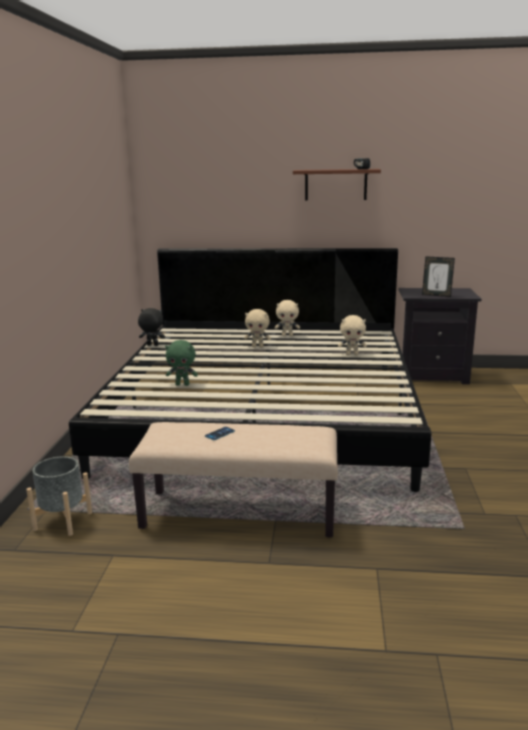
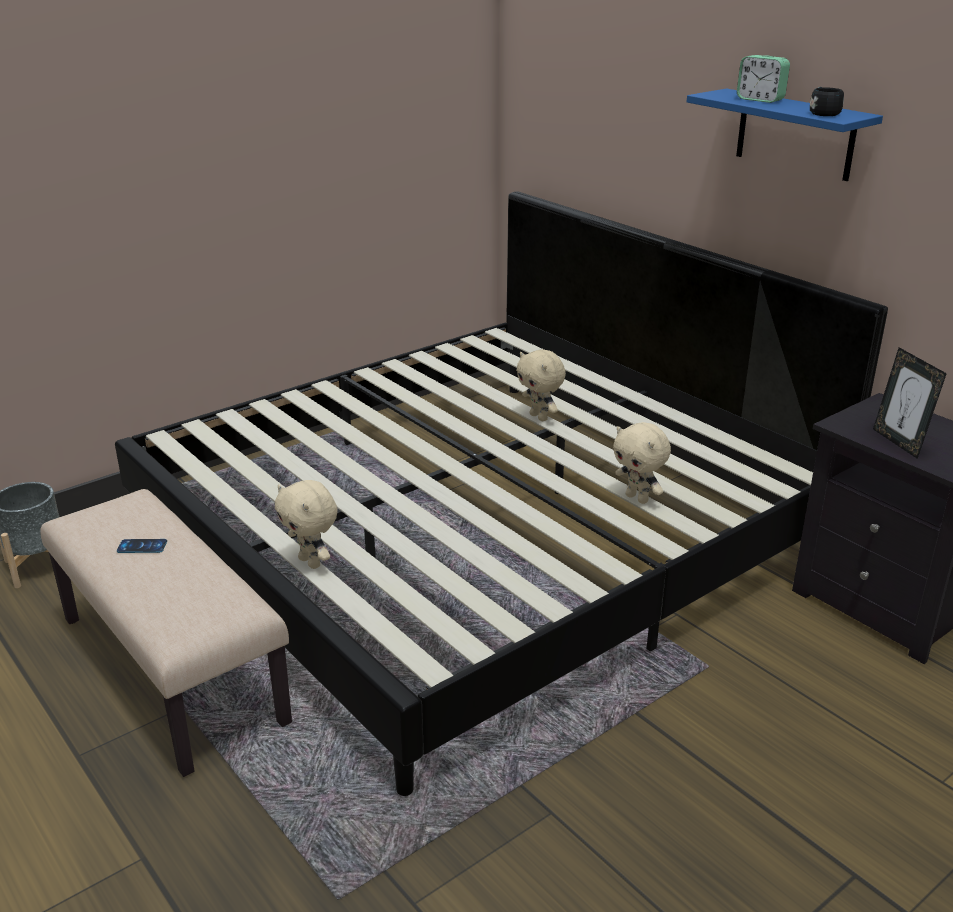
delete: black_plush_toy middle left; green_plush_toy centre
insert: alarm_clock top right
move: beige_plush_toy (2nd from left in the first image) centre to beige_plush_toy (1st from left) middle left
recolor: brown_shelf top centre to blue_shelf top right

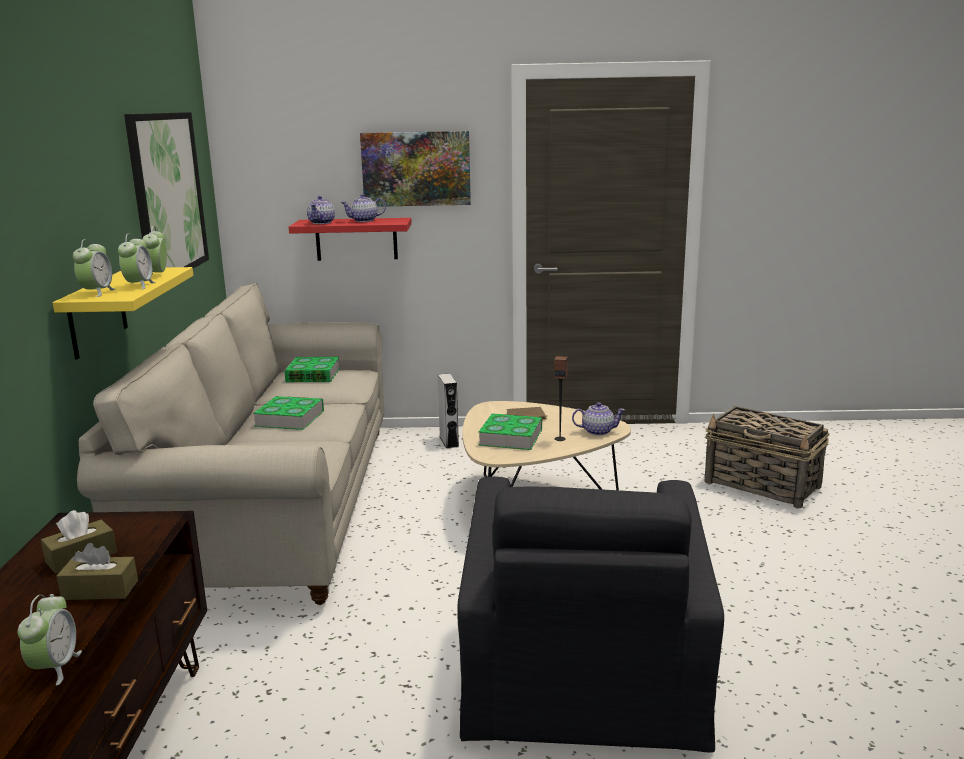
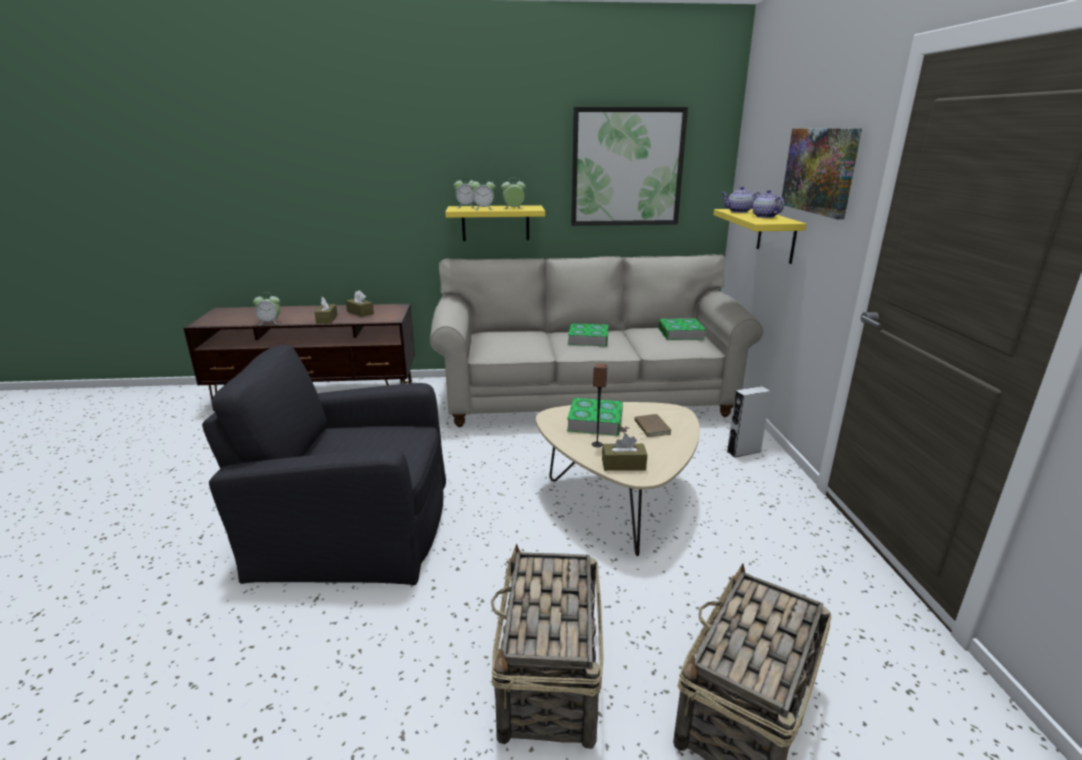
insert: basket (1st from left) bottom centre
replace: teapot (3rd from left) centre to brown_tissue_box (3rd from left) centre
recolor: red_shelf top centre to yellow_shelf (2nd from left) top right

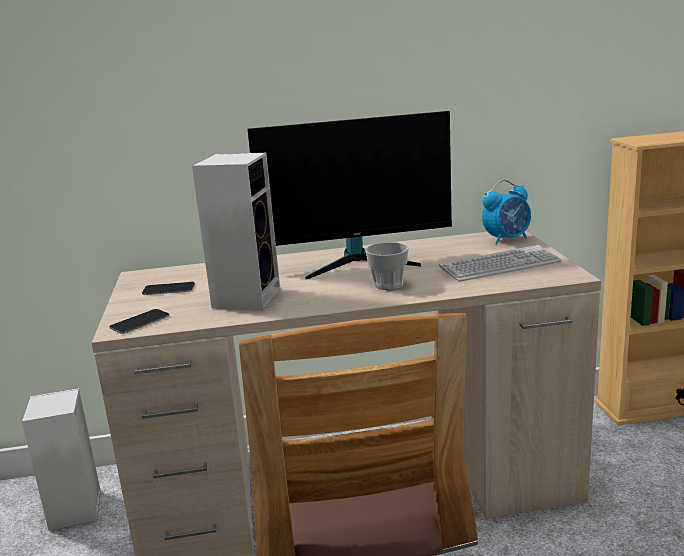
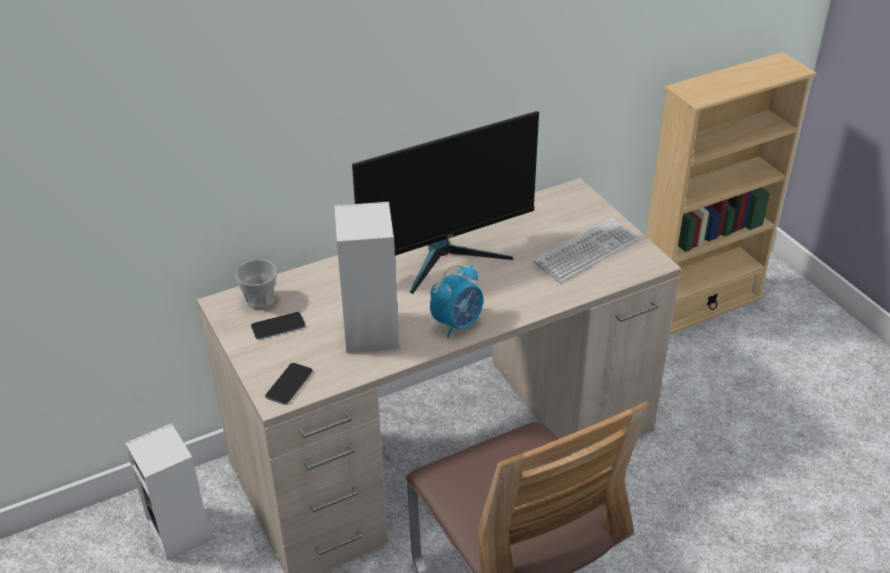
move: cup centre to middle left; alarm_clock middle right to centre

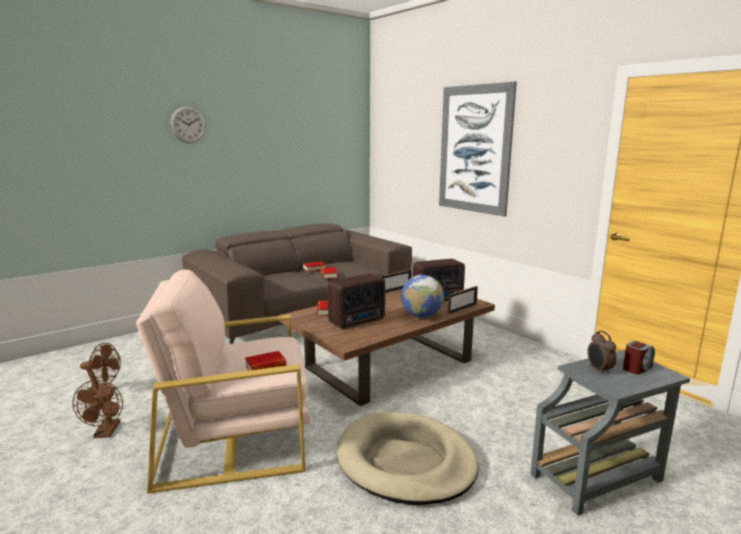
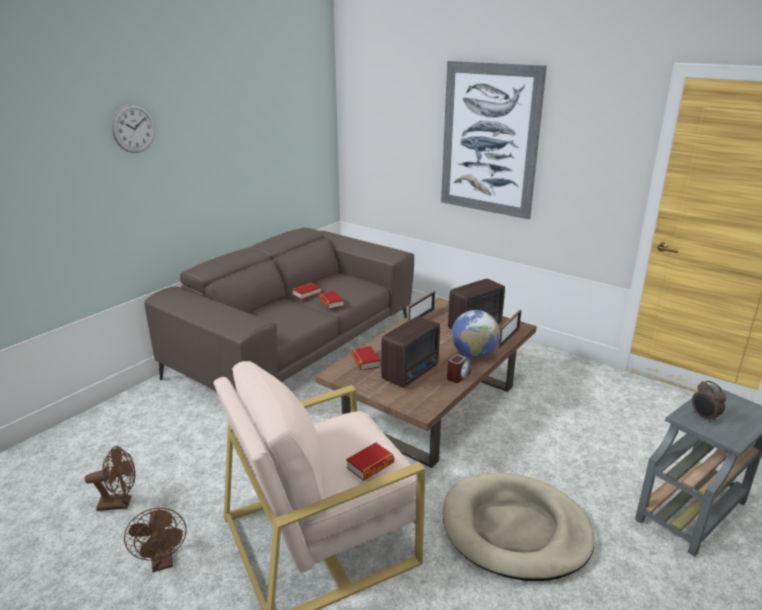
move: alarm_clock (2nd from left in the first image) bottom right to alarm_clock (1st from left) centre

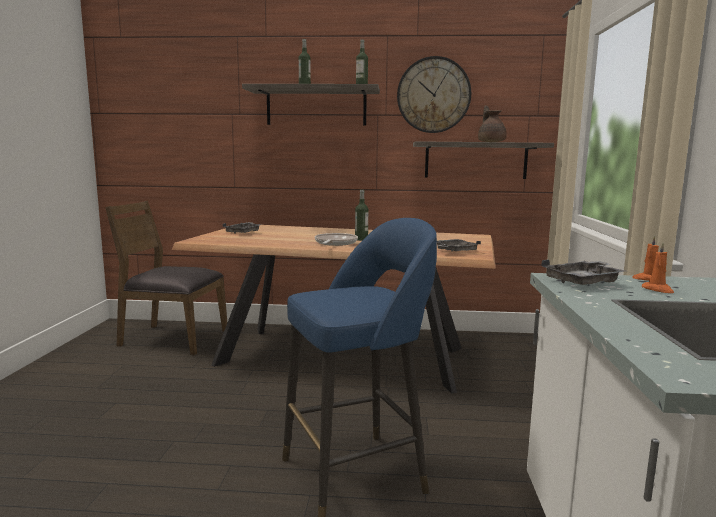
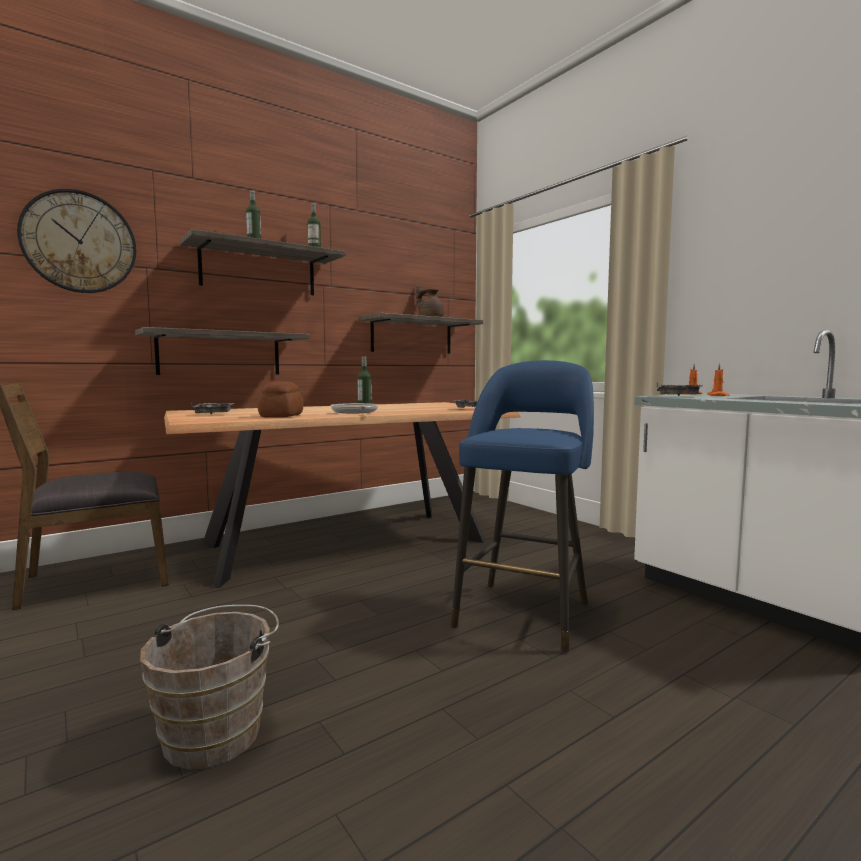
insert: shelf (1st from left) middle left; brown_bucket bottom left; bread middle left
move: wall_clock top centre to top left

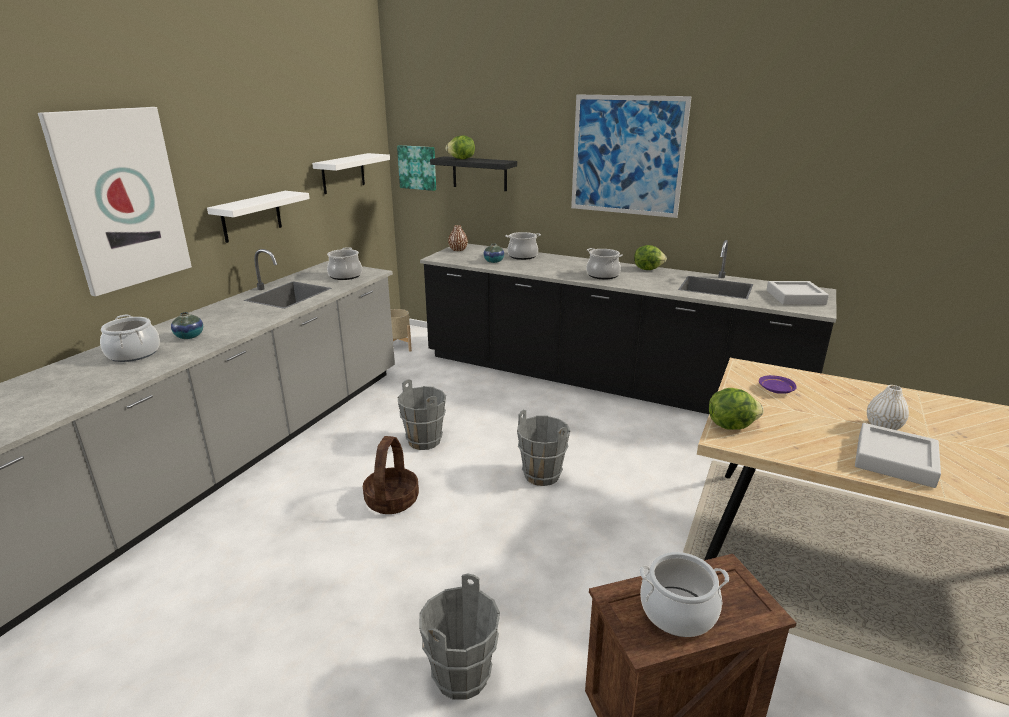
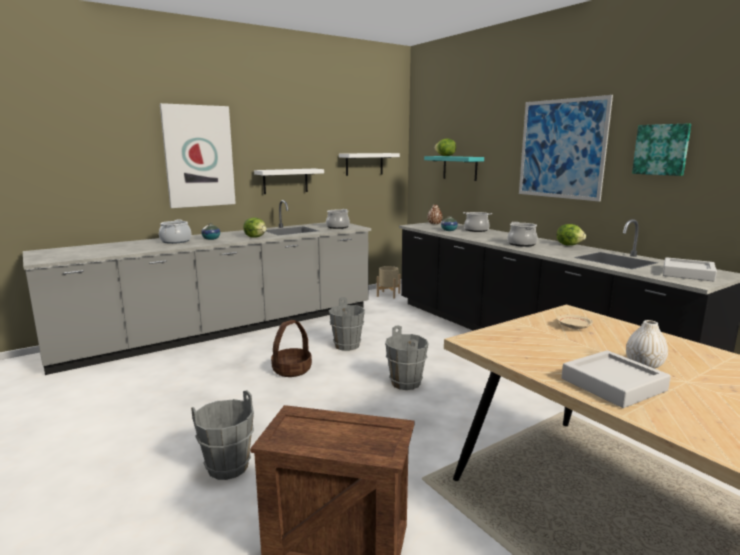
delete: cooking_pot (5th from left) bottom right
move: lettuce (3rd from left in the first image) middle right to lettuce (1st from left) centre; picture (2nd from left in the first image) top centre to picture (3rd from left) top right
recolor: black_shelf top centre to turquoise_shelf top centre; purple_plate middle right to beige_plate middle right

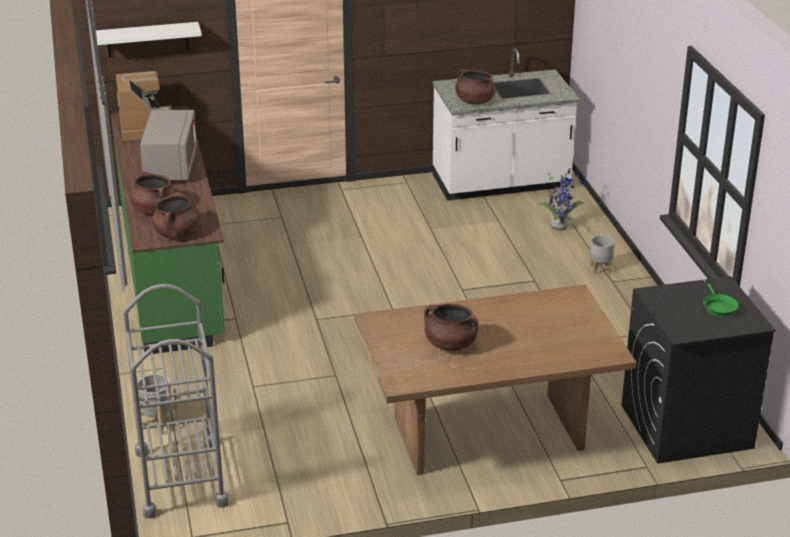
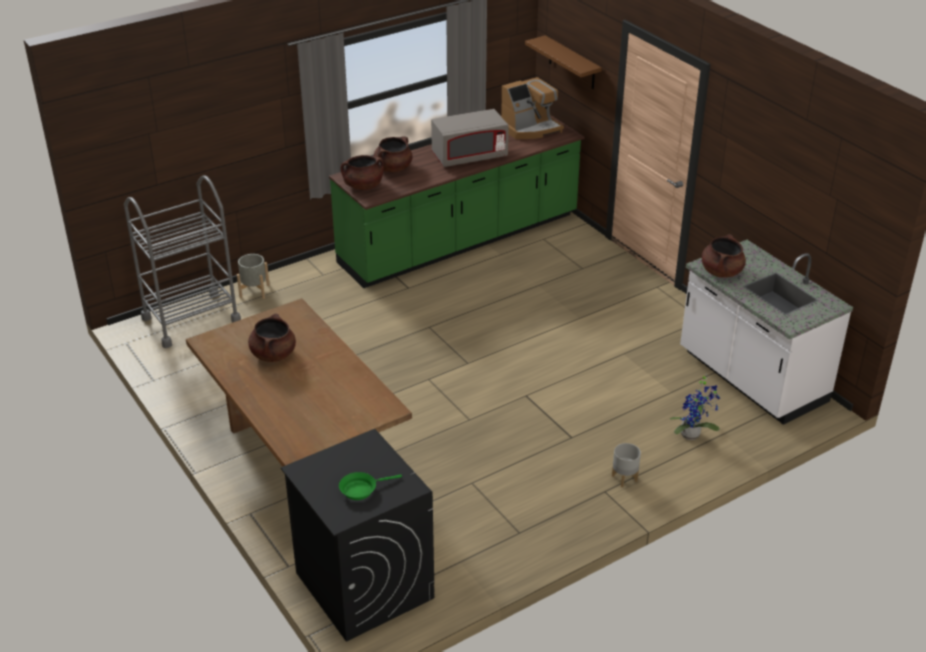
recolor: white_shelf top left to brown_shelf top centre

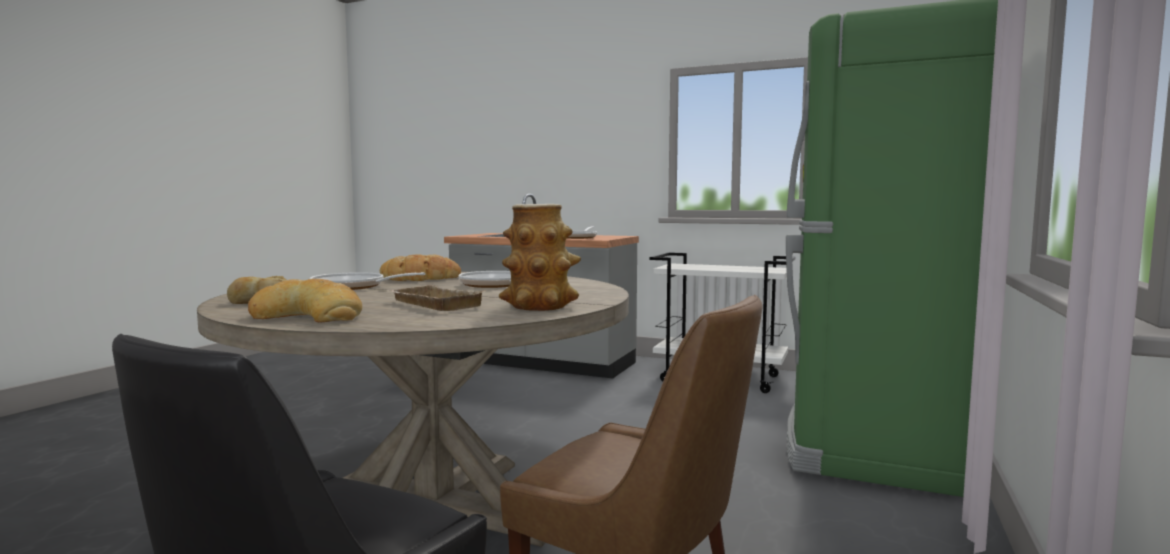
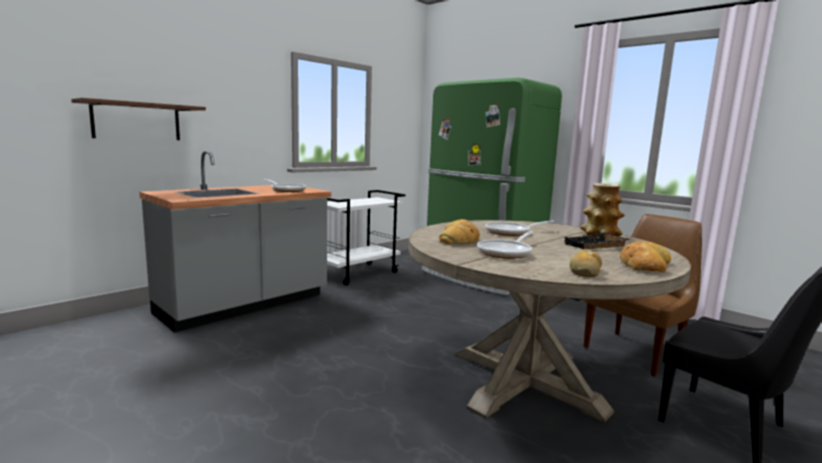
insert: brown_shelf top left
recolor: beige_tray centre to black_tray middle right

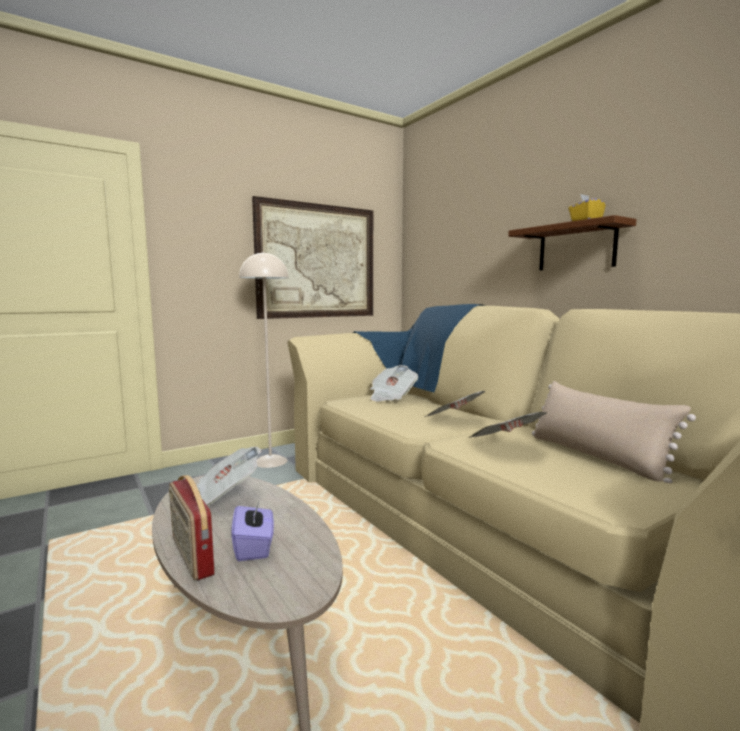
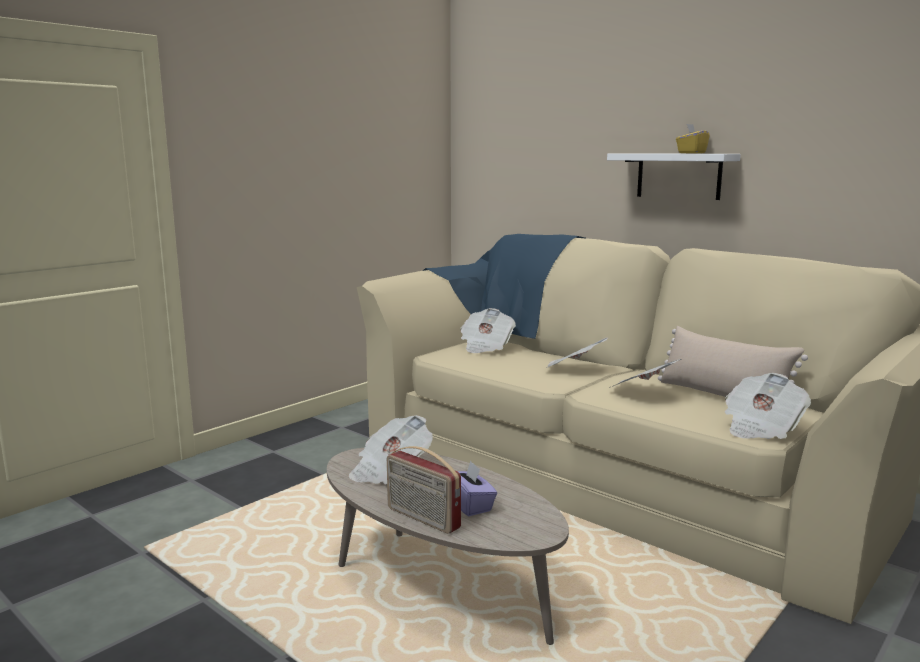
delete: beige_floor_lamp centre; picture centre
insert: newspaper (5th from left) middle right
recolor: brown_shelf top right to white_shelf top right

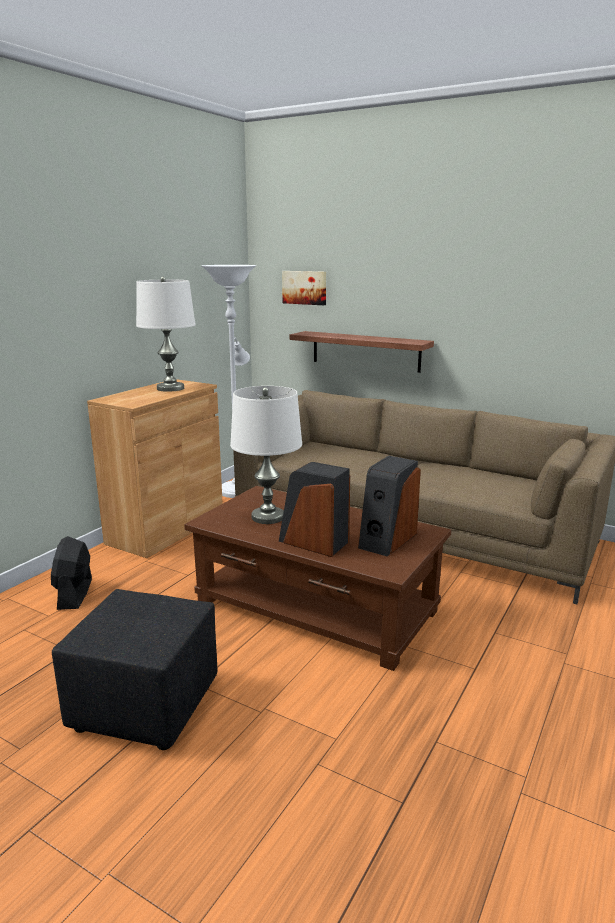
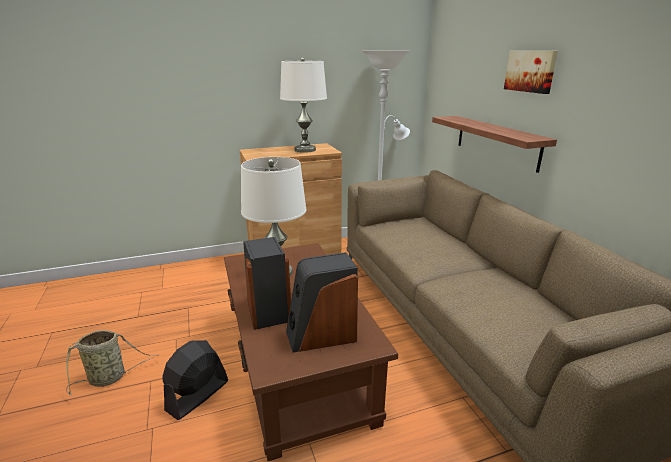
move: black_fan middle left to bottom left; picture top centre to top right
replace: black_ottoman bottom left to basket bottom left

